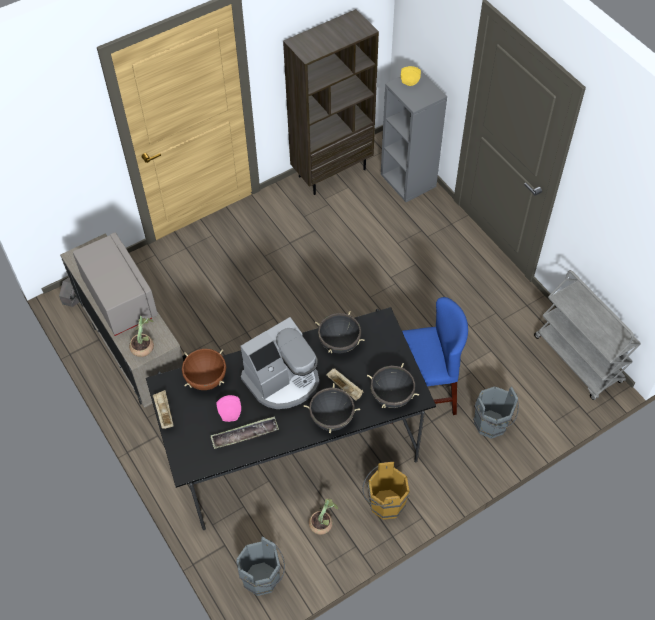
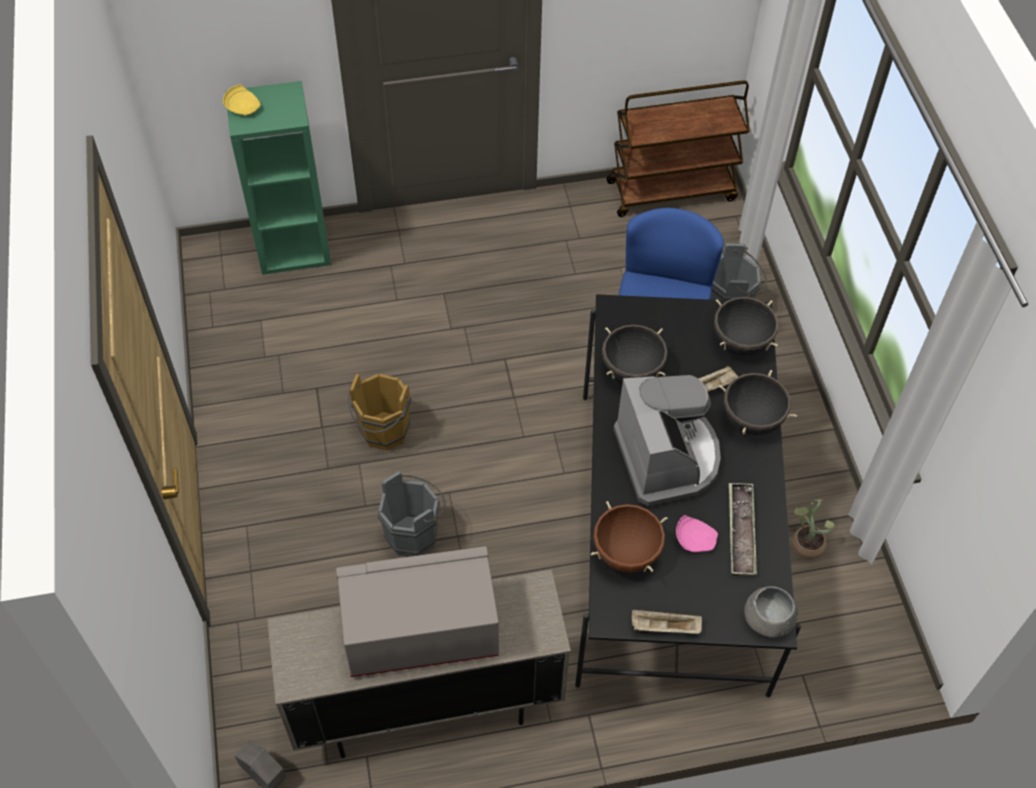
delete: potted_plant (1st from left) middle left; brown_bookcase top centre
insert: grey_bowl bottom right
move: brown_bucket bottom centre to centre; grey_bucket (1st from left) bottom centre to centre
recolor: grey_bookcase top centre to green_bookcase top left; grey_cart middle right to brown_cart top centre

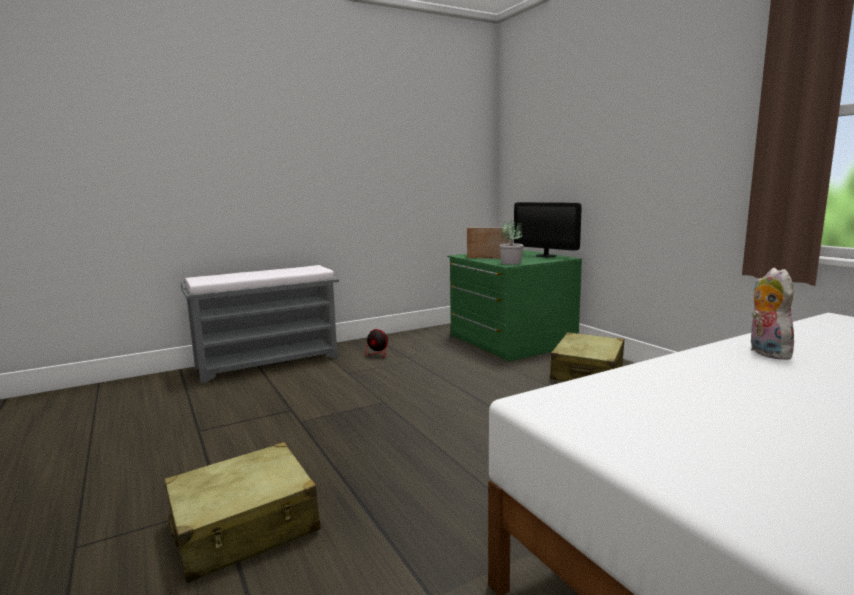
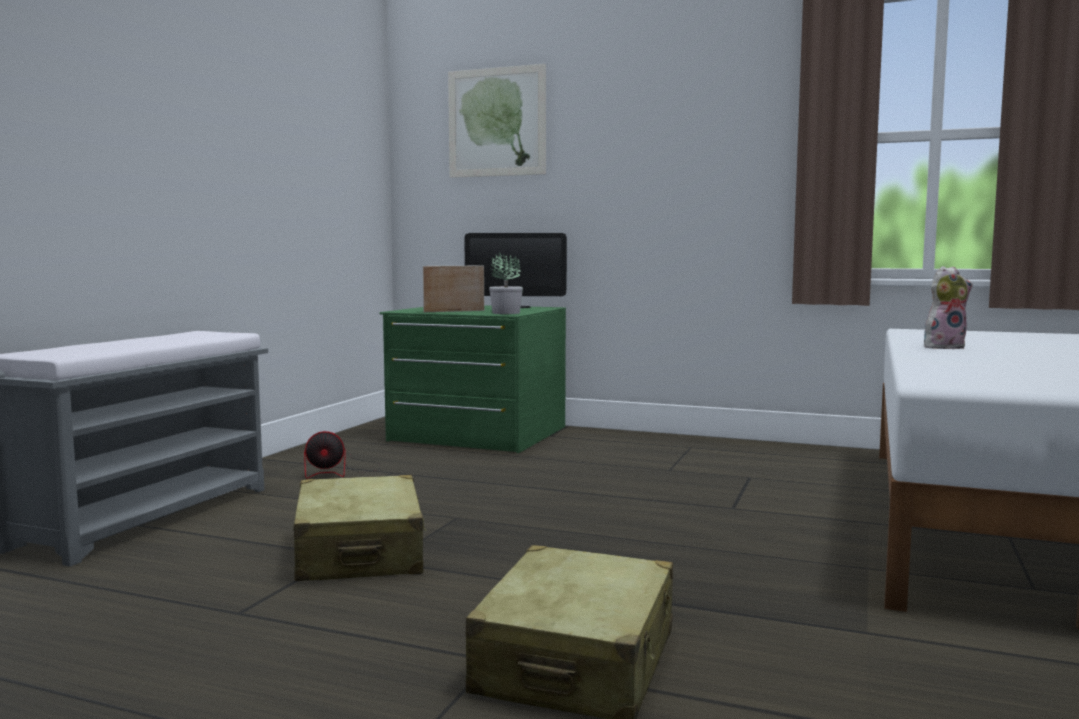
insert: picture top centre
move: beige_suitcase (2nd from left in the first image) middle right to beige_suitcase (1st from left) bottom centre
rotate: plush_toy middle right = middle right 120 degrees clockwise

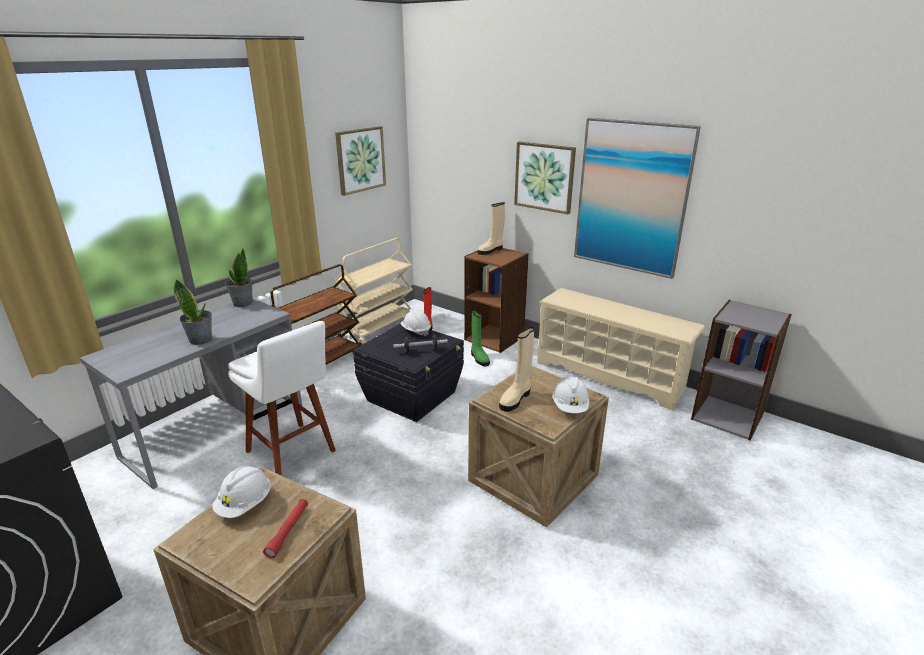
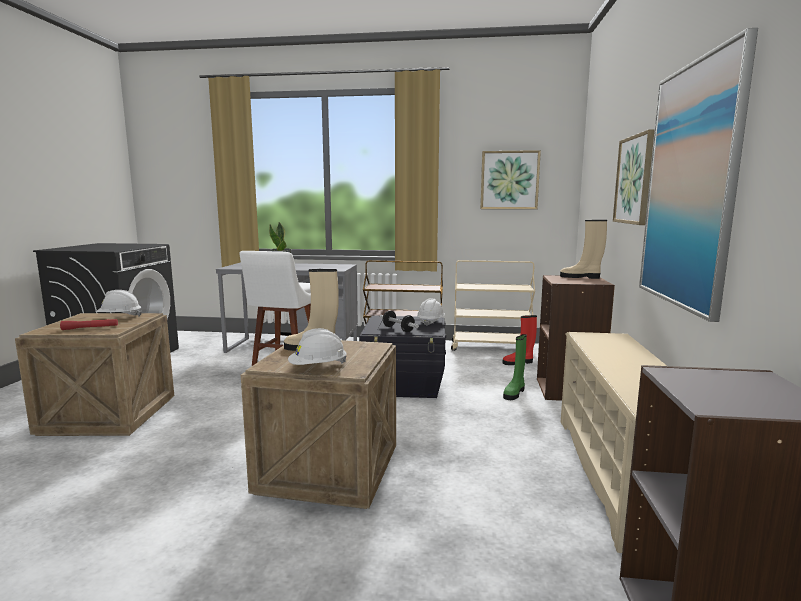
delete: potted_plant (2nd from left) middle left

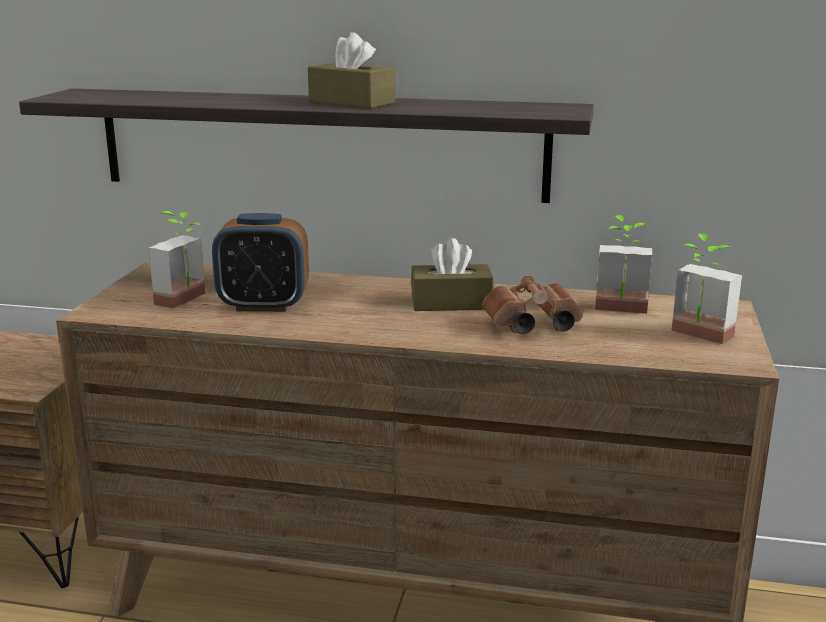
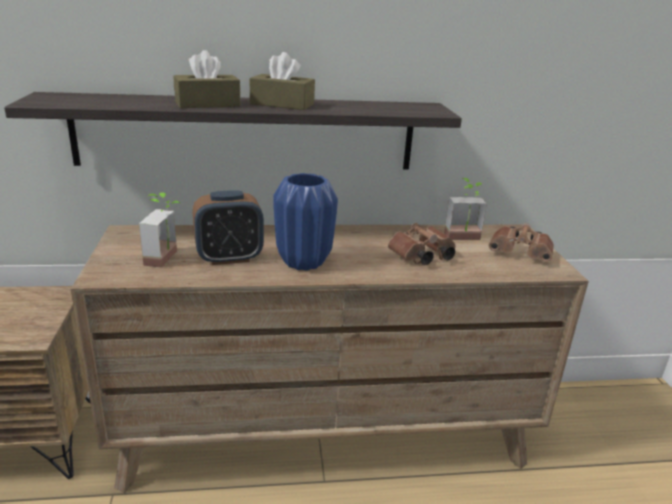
insert: blue_vase centre
move: brown_tissue_box (2nd from left in the first image) centre to brown_tissue_box (1st from left) top left
replace: potted_plant (3rd from left) middle right to brown_binoculars (2nd from left) middle right

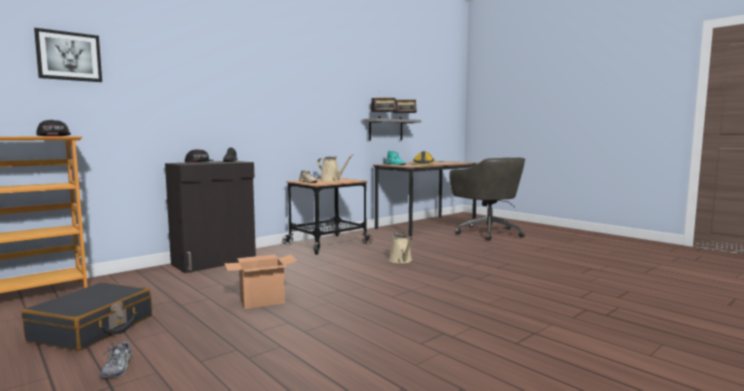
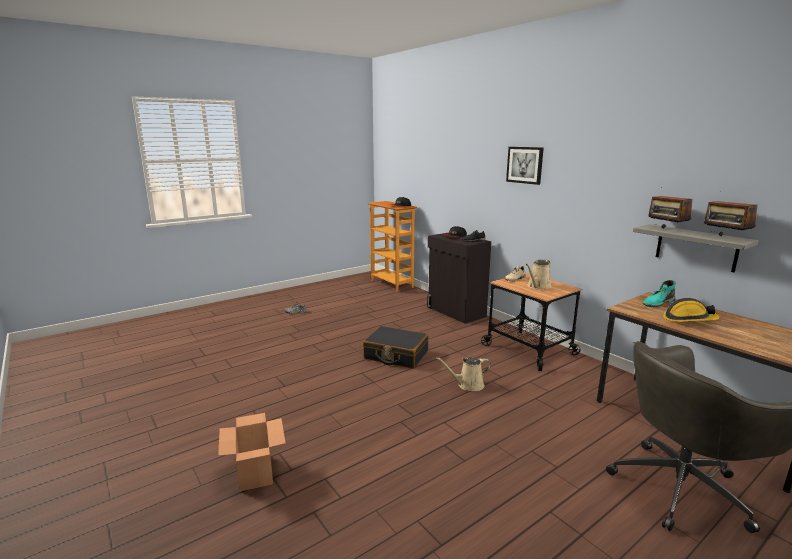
move: cardboard_box bottom centre to bottom left; black_suitcase bottom left to centre; picture top left to top centre

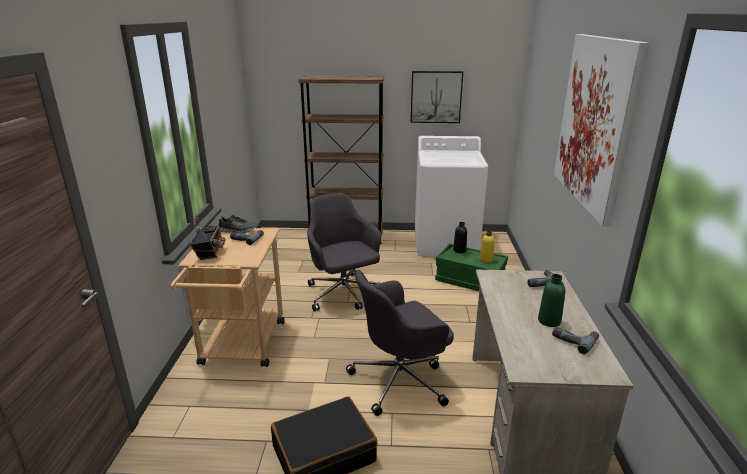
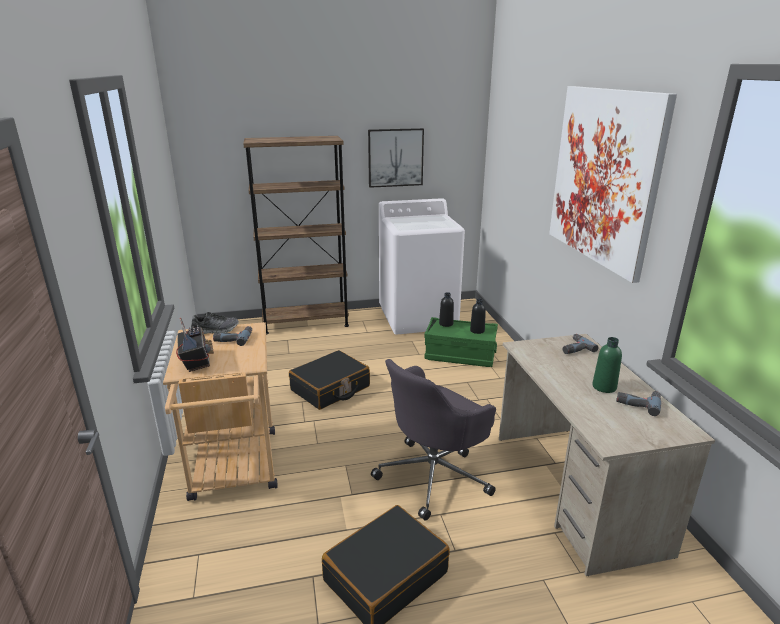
replace: grey_office_chair (1st from left) centre to black_suitcase (1st from left) centre
recolor: yellow_bottle centre to black_bottle (2nd from left) centre

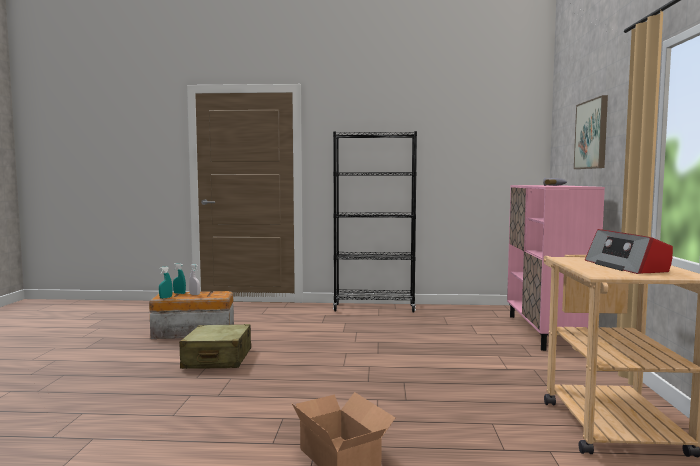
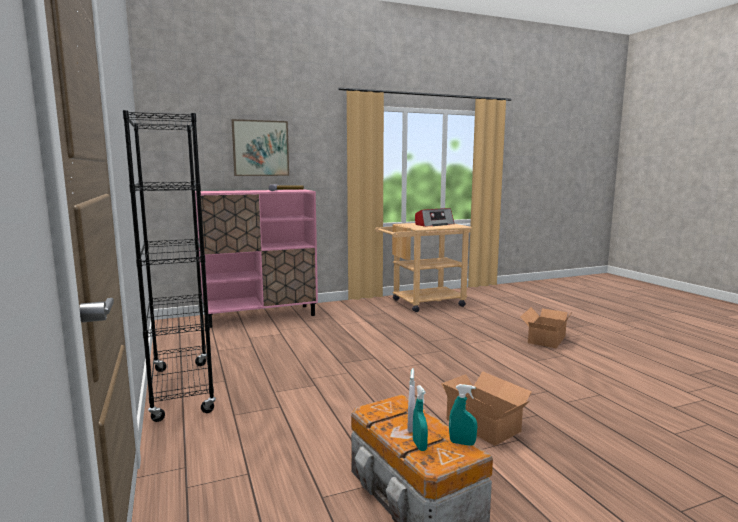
replace: beige_suitcase bottom left to cardboard_box (1st from left) bottom centre

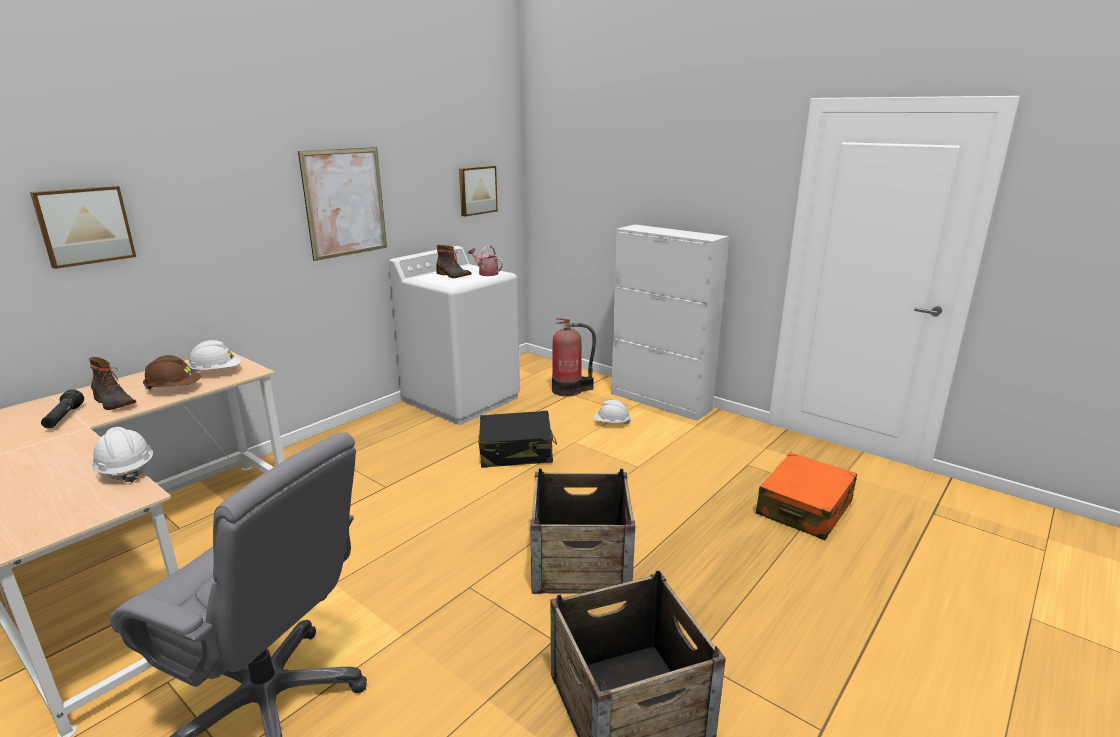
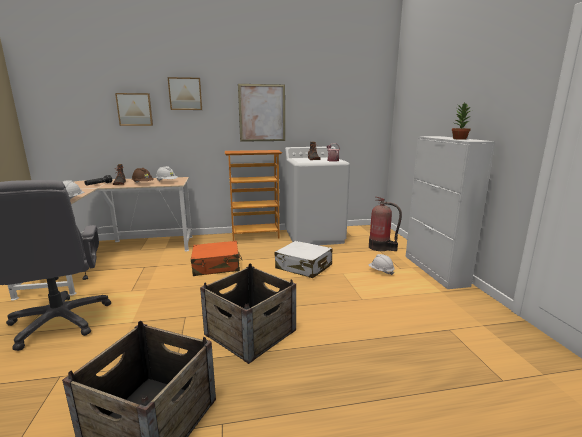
insert: bookcase centre; potted_plant top right
move: picture (3rd from left in the first image) top centre to picture (2nd from left) top left; orange_suitcase bottom right to centre
recolor: black_suitcase centre to white_suitcase centre

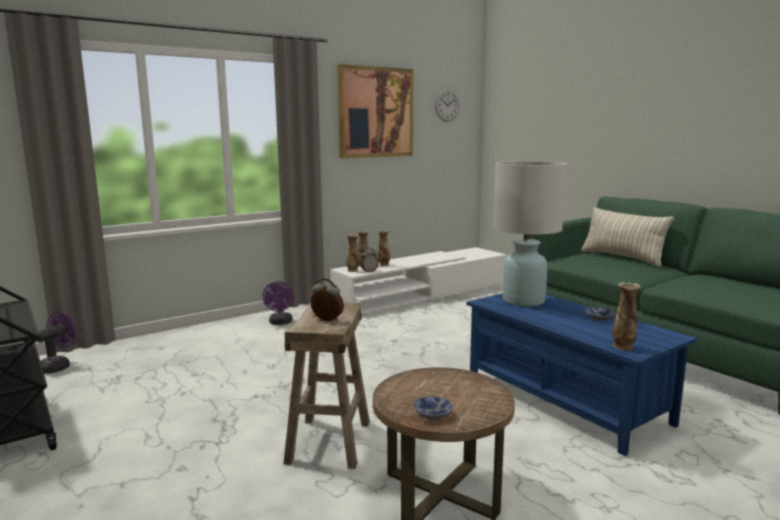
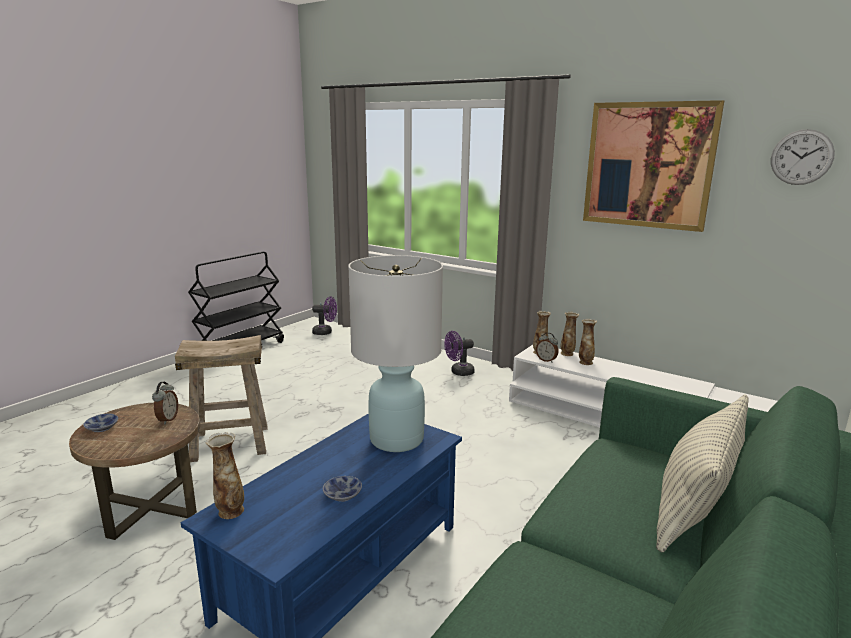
move: alarm_clock (1st from left) centre to middle left

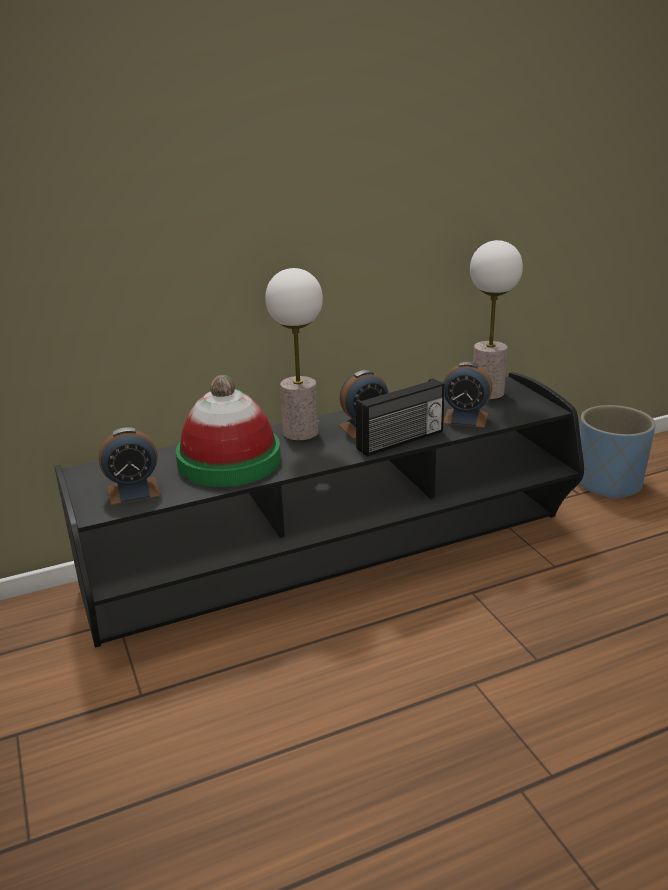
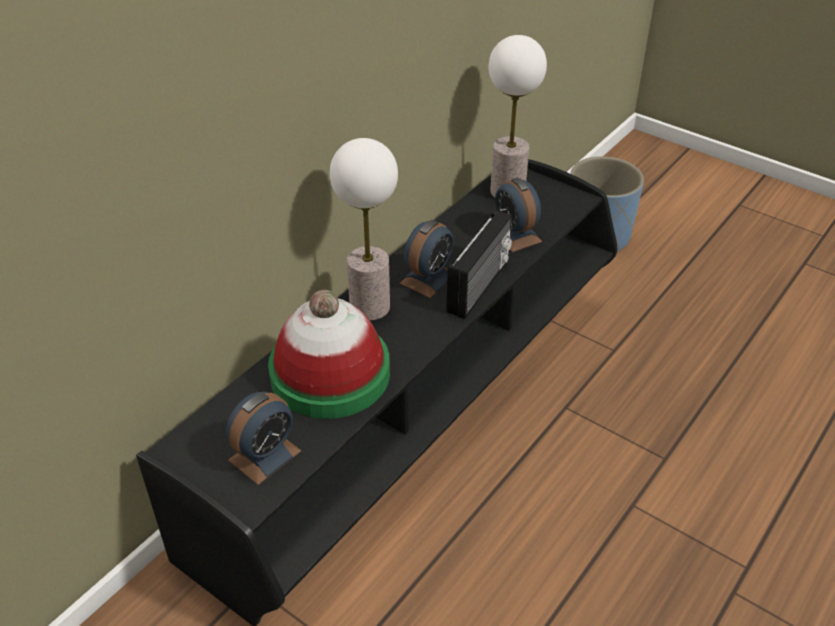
rotate: alarm_clock (3rd from left) middle right = centre 75 degrees clockwise

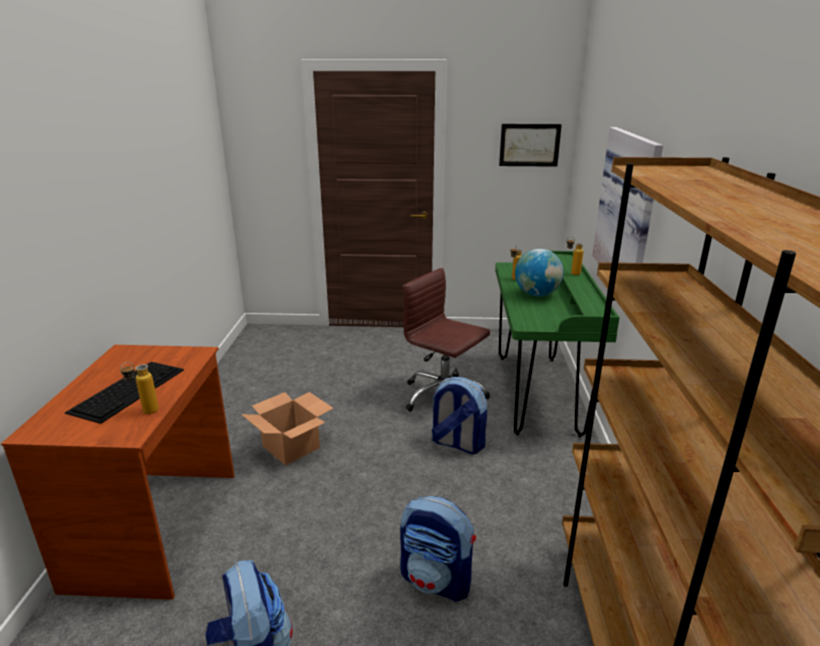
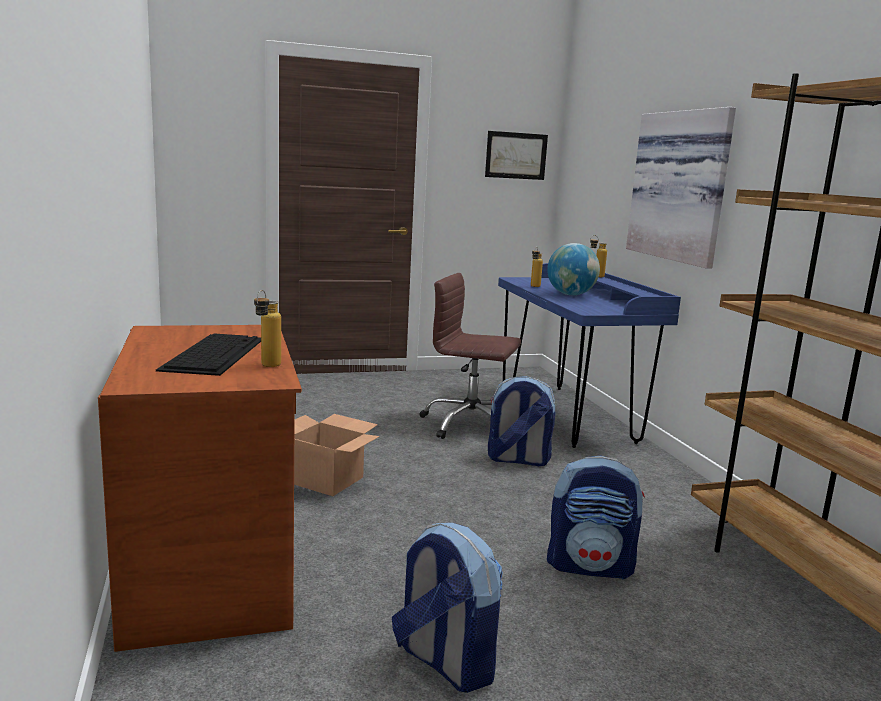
recolor: green_desk middle right to blue_desk middle right

